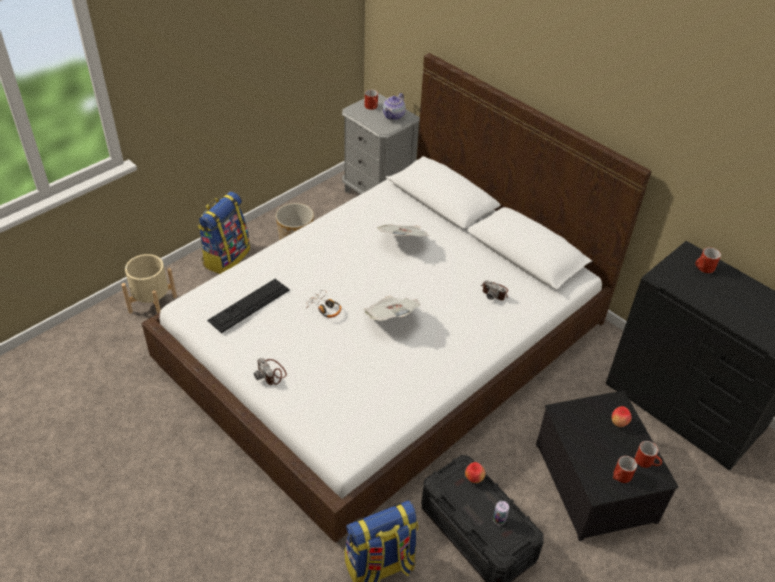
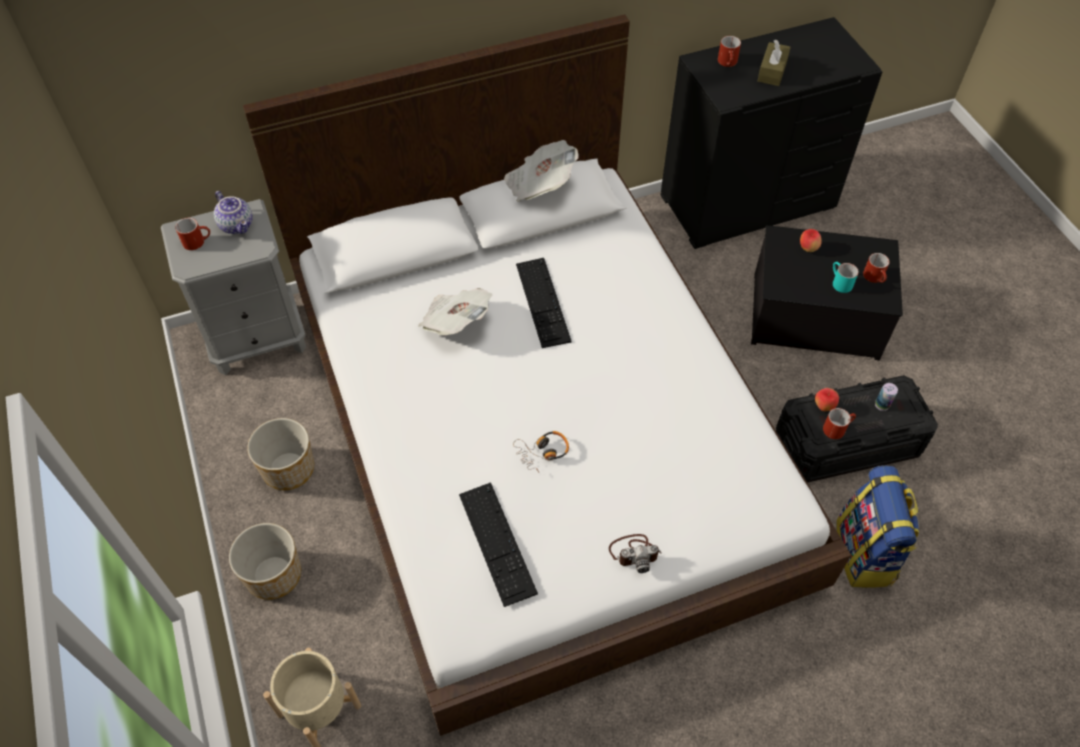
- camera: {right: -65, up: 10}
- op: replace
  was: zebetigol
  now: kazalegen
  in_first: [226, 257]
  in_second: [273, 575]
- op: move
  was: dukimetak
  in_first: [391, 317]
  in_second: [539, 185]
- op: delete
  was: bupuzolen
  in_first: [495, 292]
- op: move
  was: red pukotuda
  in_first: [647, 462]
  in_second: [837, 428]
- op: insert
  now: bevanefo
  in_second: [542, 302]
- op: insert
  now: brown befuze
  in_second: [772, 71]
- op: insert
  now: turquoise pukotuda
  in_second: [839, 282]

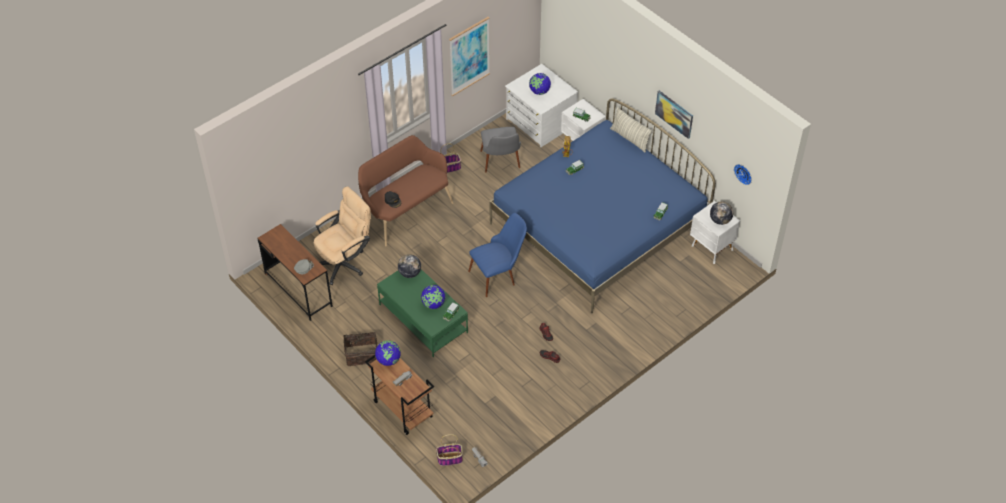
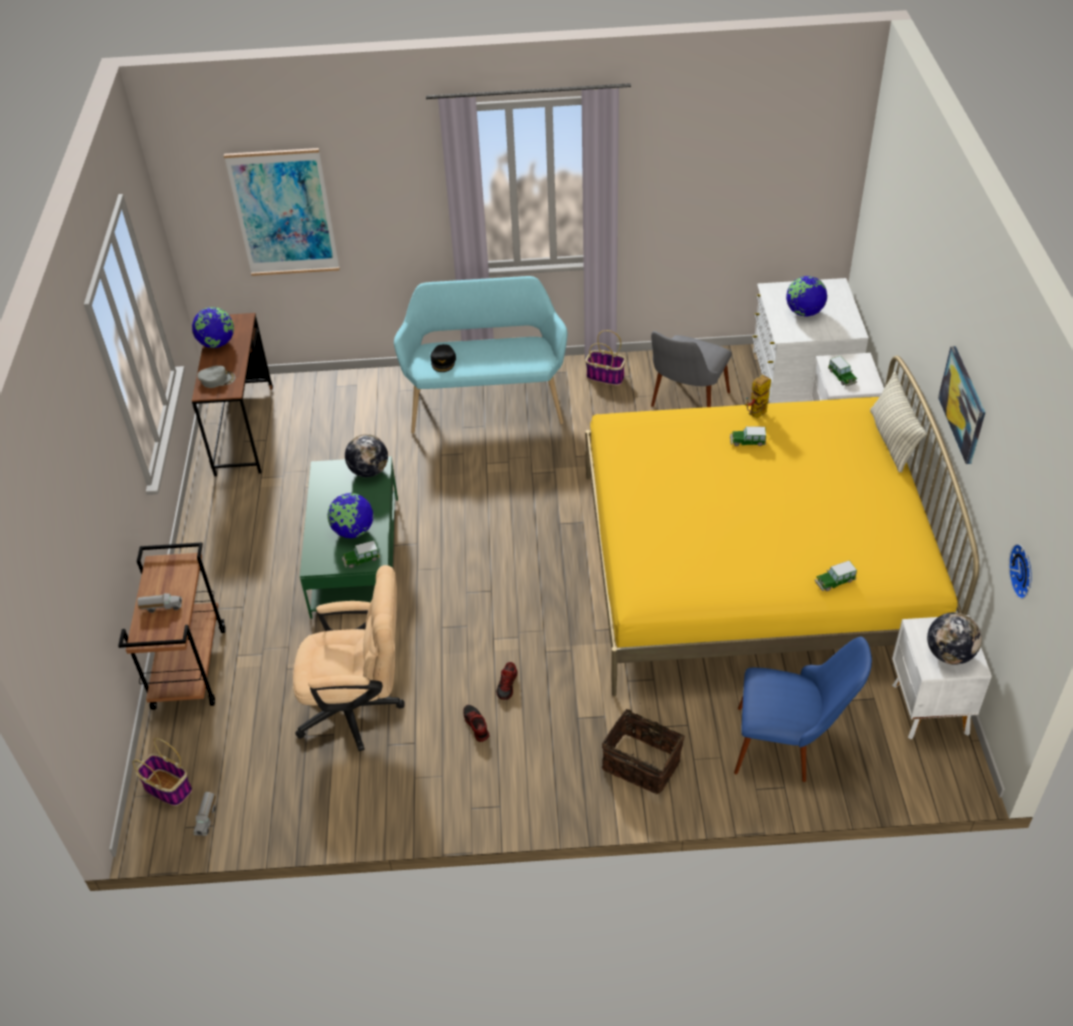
- camera: {right: 40, up: -5}
- op: move
  was: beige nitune
  in_first: [345, 262]
  in_second: [359, 709]
- op: move
  was: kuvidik
  in_first: [361, 354]
  in_second: [642, 762]
- op: recolor
  was: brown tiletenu
  now: turquoise tiletenu
  in_first: [405, 211]
  in_second: [486, 402]
- op: move
  was: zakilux
  in_first: [388, 360]
  in_second: [217, 343]
- op: move
  was: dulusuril
  in_first: [469, 56]
  in_second: [284, 213]
- op: move
  was: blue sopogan
  in_first: [498, 274]
  in_second: [789, 745]
- op: recolor
  was: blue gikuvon
  now: yellow gikuvon
  in_first: [598, 226]
  in_second: [754, 568]

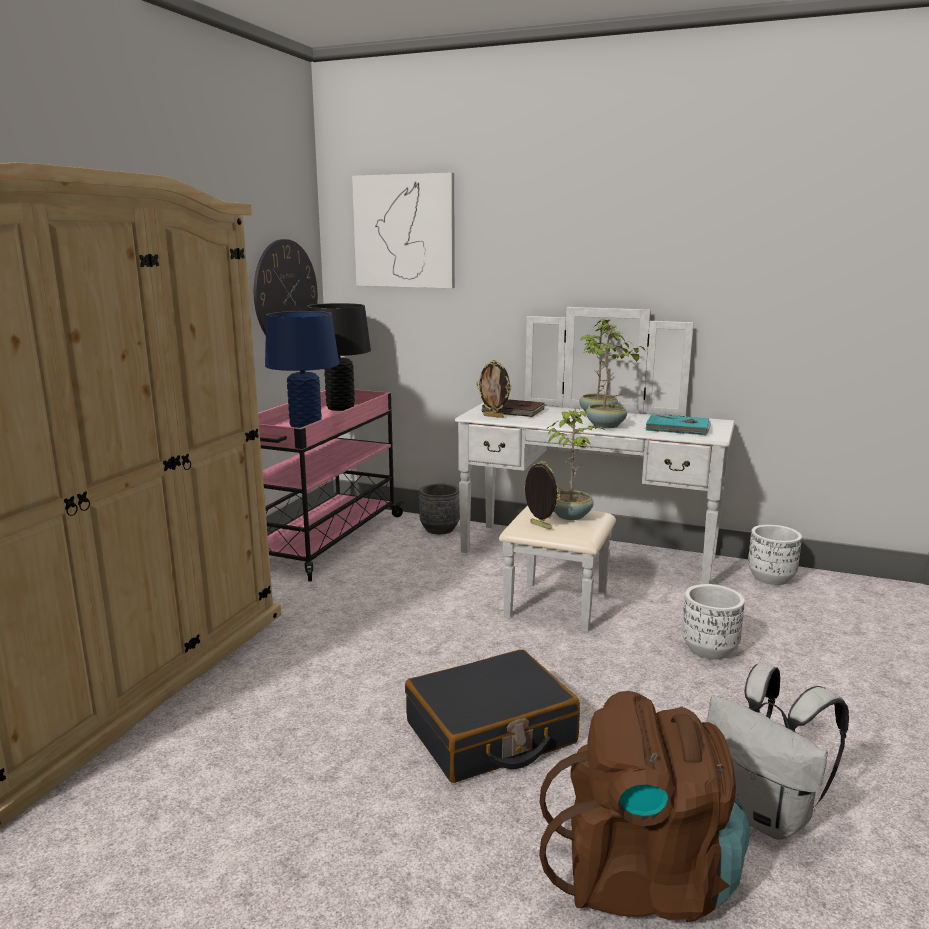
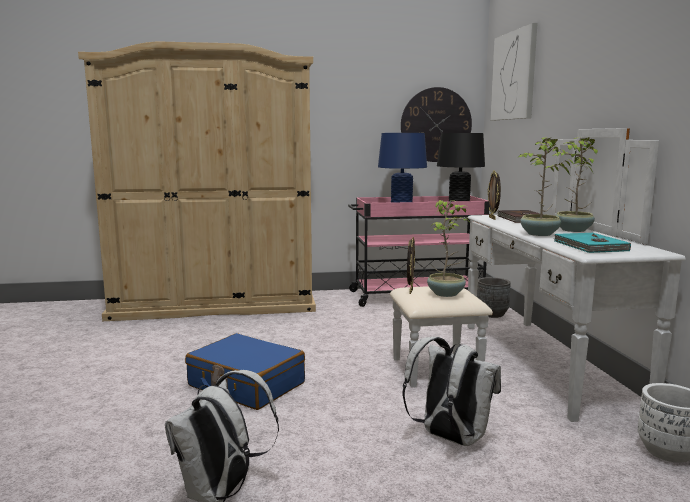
- camera: {right: 60, up: -5}
- op: recolor
  was: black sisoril
  now: blue sisoril
  in_first: [490, 734]
  in_second: [246, 385]
- op: delete
  was: brown zebetigol
  in_first: [642, 877]
- op: replace
  was: white kazalegen
  now: white zebetigol
  in_first: [709, 650]
  in_second: [449, 438]

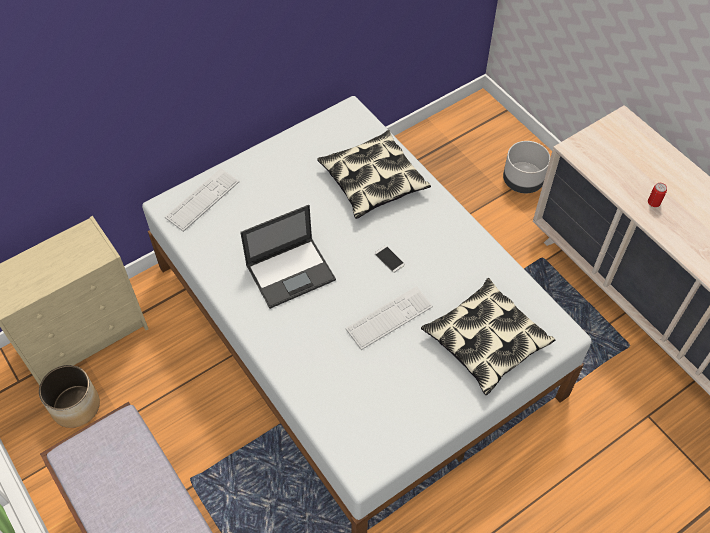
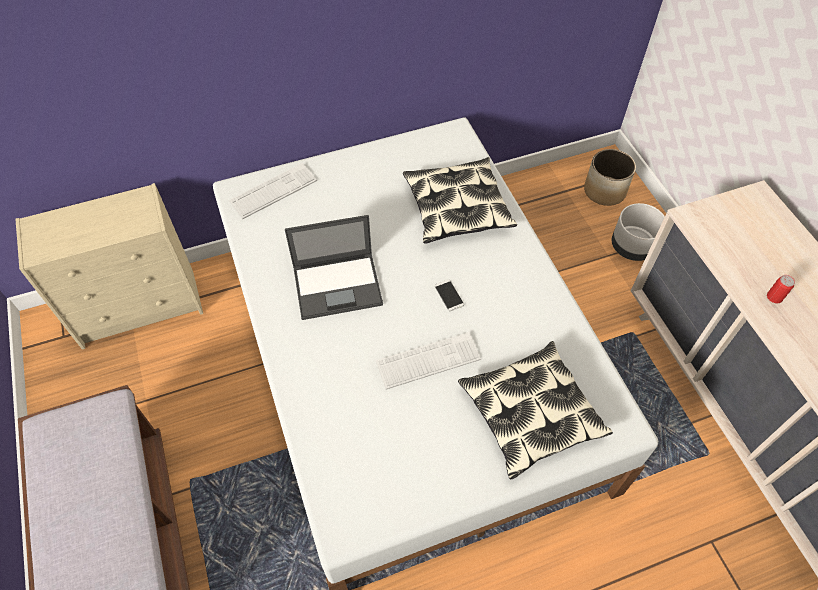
- camera: {right: 15, up: 0}
- op: move
  was: kazalegen
  in_first: [76, 406]
  in_second: [604, 191]

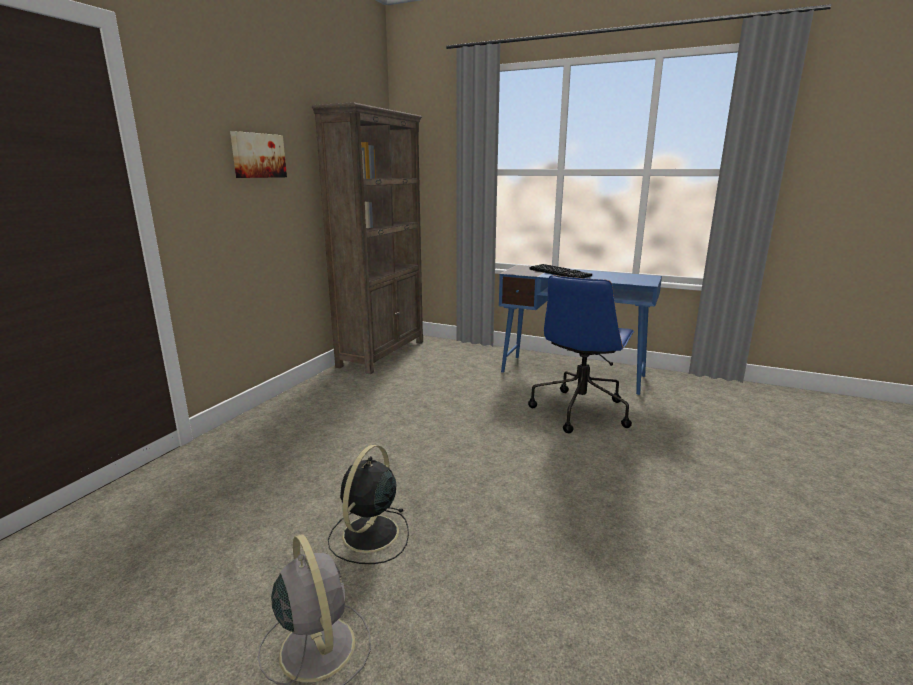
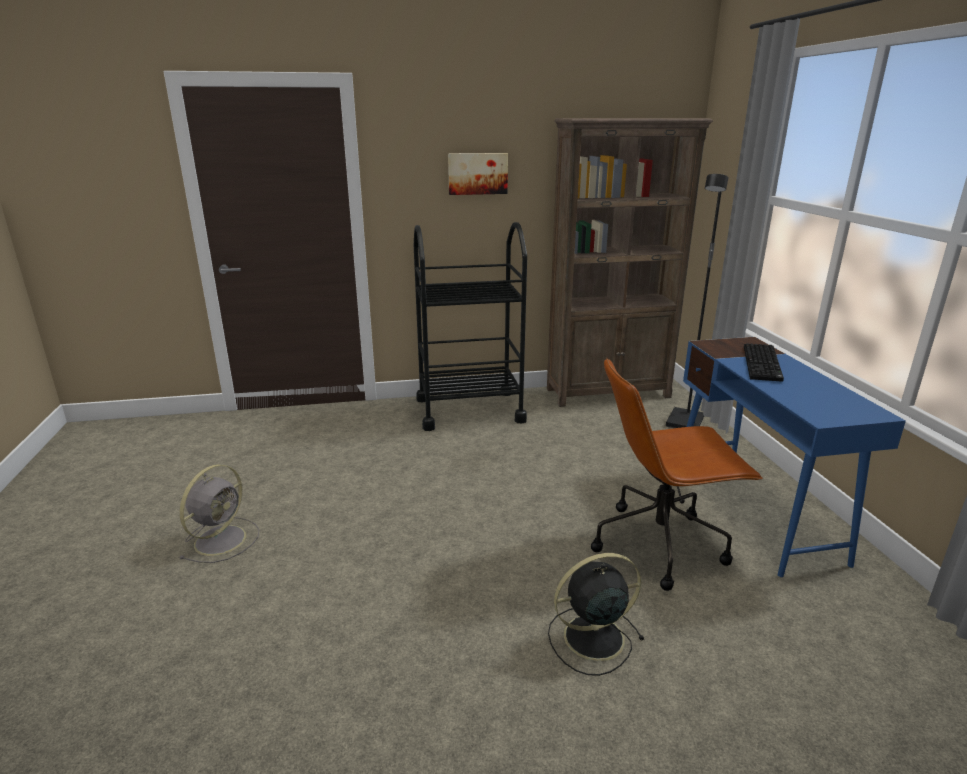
- camera: {right: 55, up: 5}
- op: move
  was: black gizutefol
  in_first: [369, 535]
  in_second: [591, 638]
- op: recolor
  was: blue nitune
  now: brown nitune
  in_first: [580, 410]
  in_second: [660, 543]
- op: insert
  now: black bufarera
  in_second: [469, 410]
- op: insert
  now: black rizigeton
  in_second: [686, 422]

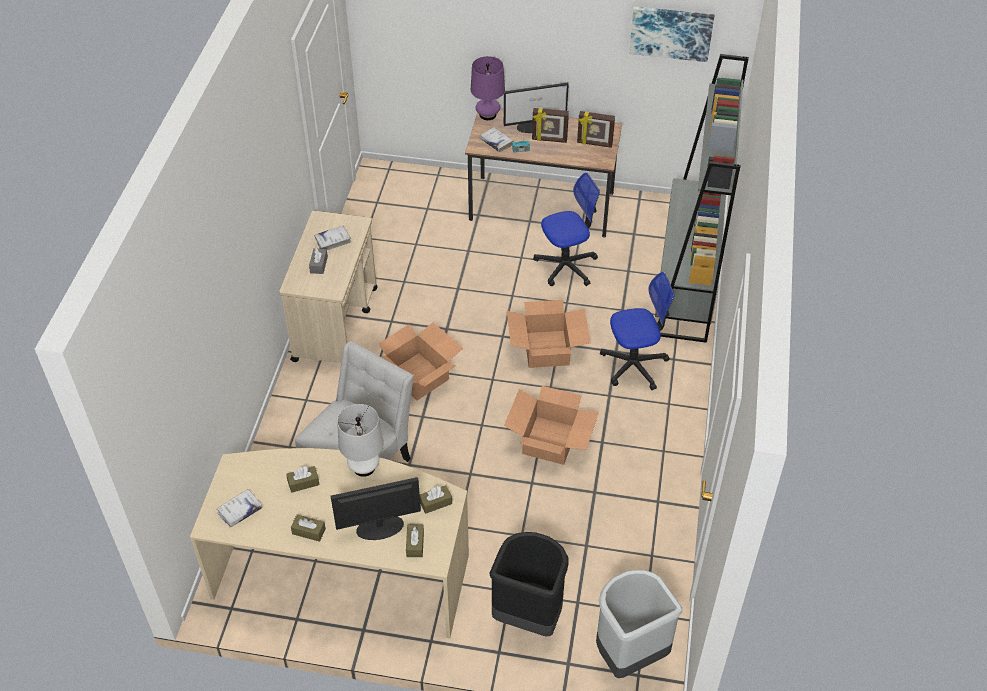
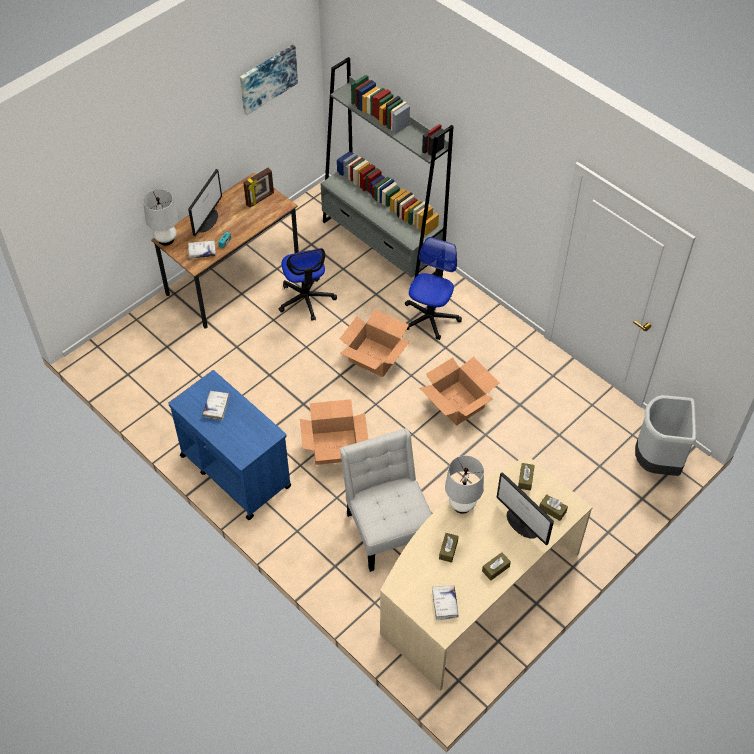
- camera: {right: -55, up: 5}
- op: recolor
  was: beige bufarera
  now: blue bufarera
  in_first: [336, 323]
  in_second: [235, 470]
- op: delete
  was: grey befuze
  in_first: [319, 265]
- op: rotate
  was: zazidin
  in_first: [379, 527]
  in_second: [523, 524]
  clockwise: -60
- op: recolor
  was: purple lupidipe
  now: white lupidipe
  in_first: [487, 115]
  in_second: [166, 239]
- op: delete
  was: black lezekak
  in_first: [529, 616]
- op: delete
  was: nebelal
  in_first: [549, 140]
- op: rotate
  was: nitune
  in_first: [566, 266]
  in_second: [306, 299]
  clockwise: 150

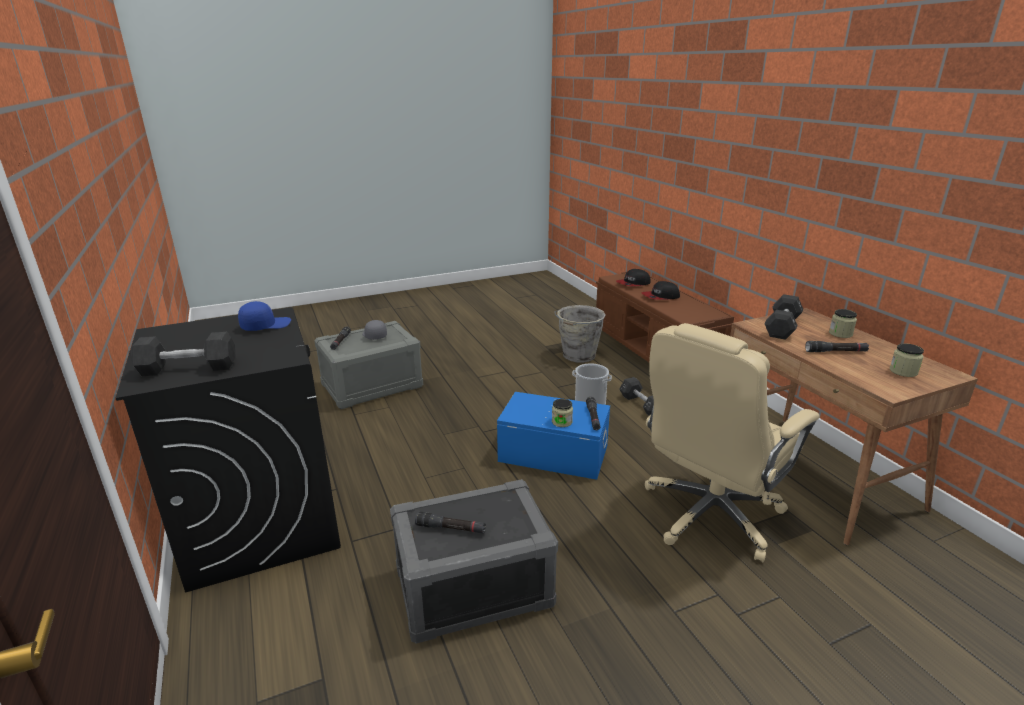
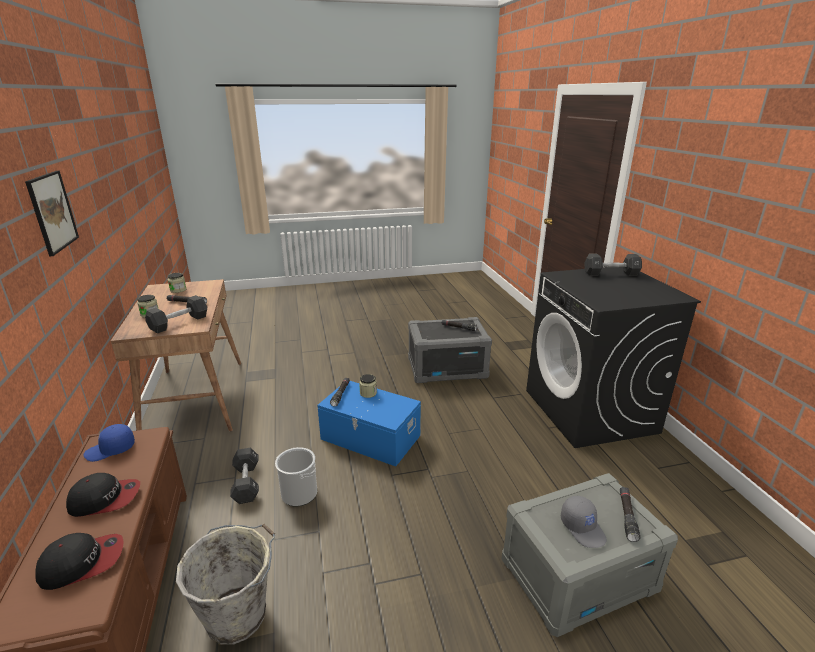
- camera: {right: -170, up: 0}
- op: move
  was: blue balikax
  in_first: [265, 325]
  in_second: [110, 450]
- op: delete
  was: beige nitune
  in_first: [710, 515]
- op: insert
  now: dulusuril
  in_second: [52, 212]

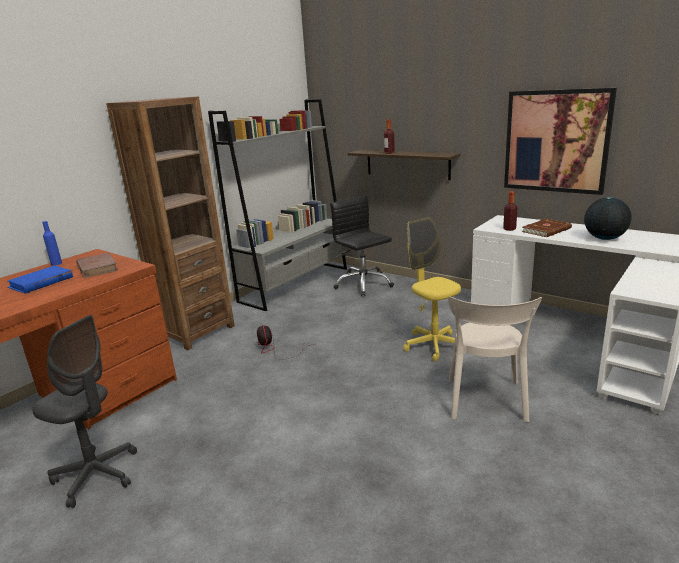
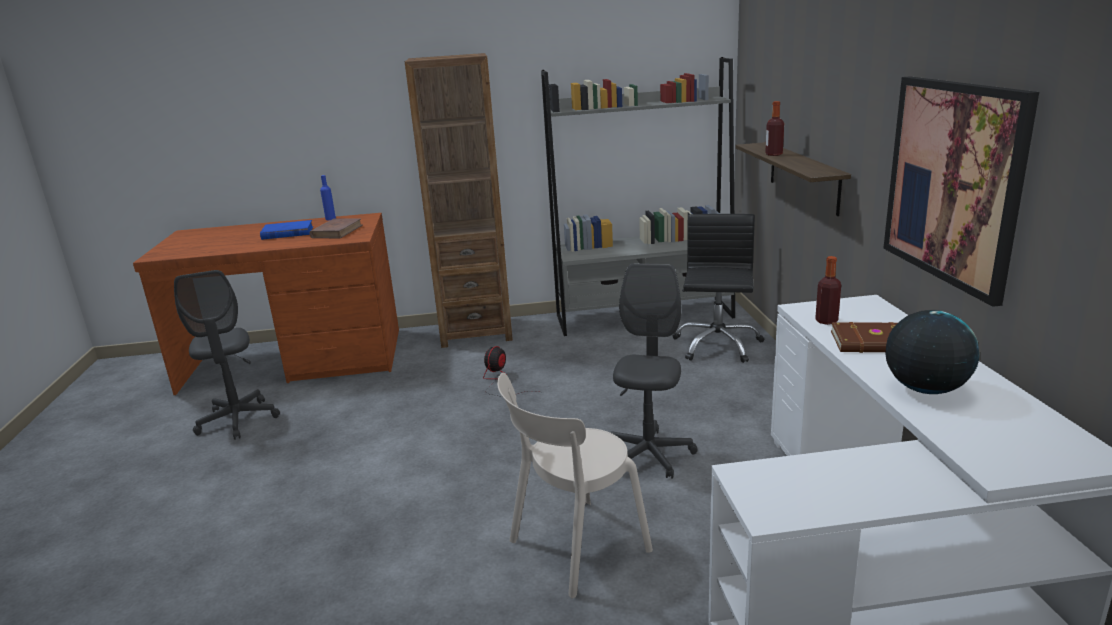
- camera: {right: 45, up: 0}
- op: recolor
  was: yellow nitune
  now: grey nitune
  in_first: [433, 345]
  in_second: [649, 455]

